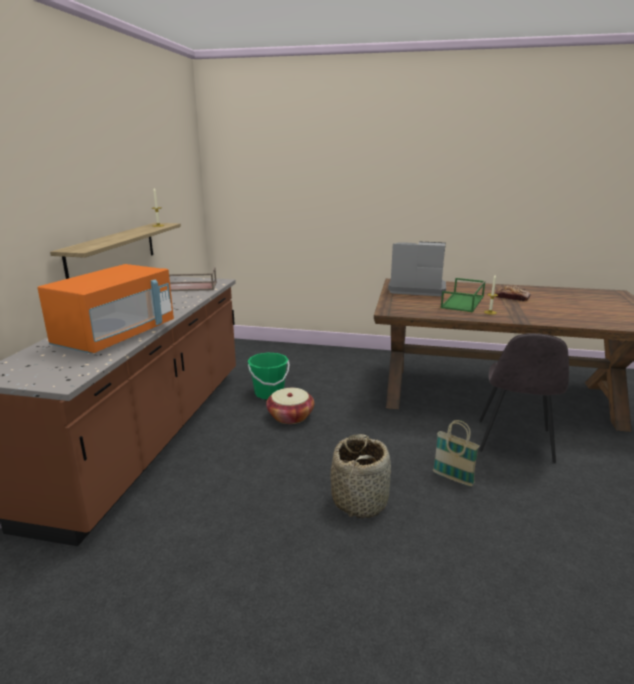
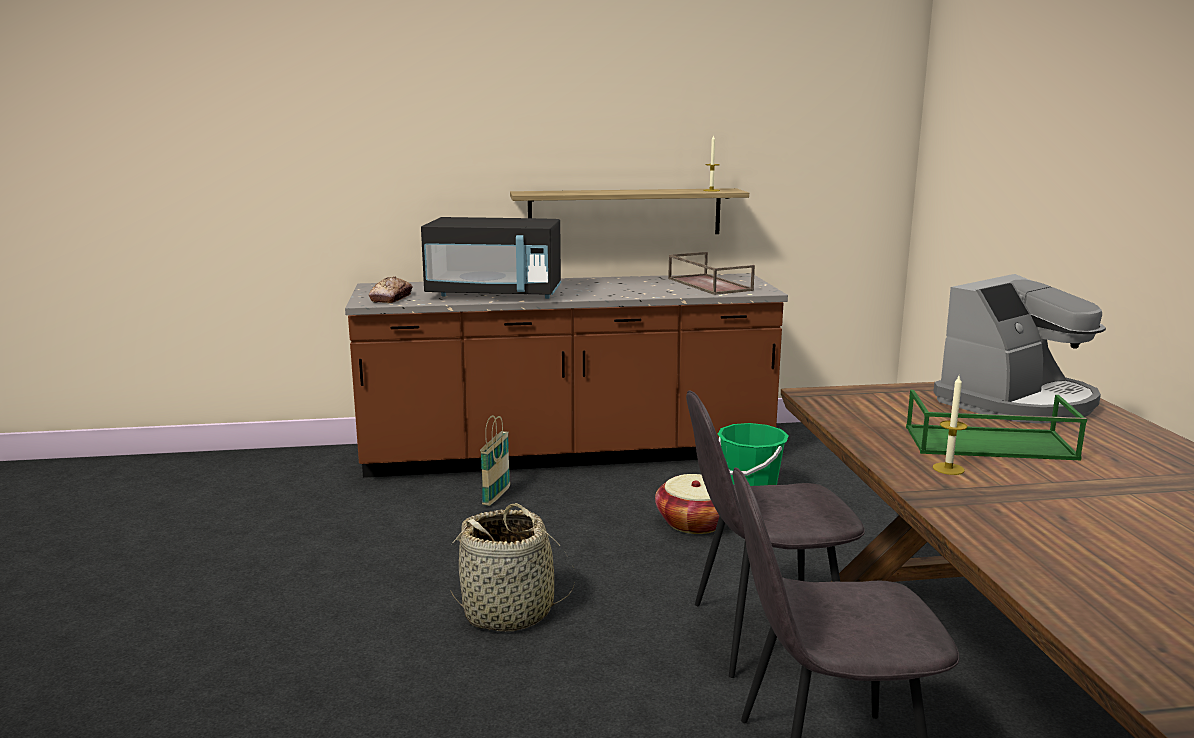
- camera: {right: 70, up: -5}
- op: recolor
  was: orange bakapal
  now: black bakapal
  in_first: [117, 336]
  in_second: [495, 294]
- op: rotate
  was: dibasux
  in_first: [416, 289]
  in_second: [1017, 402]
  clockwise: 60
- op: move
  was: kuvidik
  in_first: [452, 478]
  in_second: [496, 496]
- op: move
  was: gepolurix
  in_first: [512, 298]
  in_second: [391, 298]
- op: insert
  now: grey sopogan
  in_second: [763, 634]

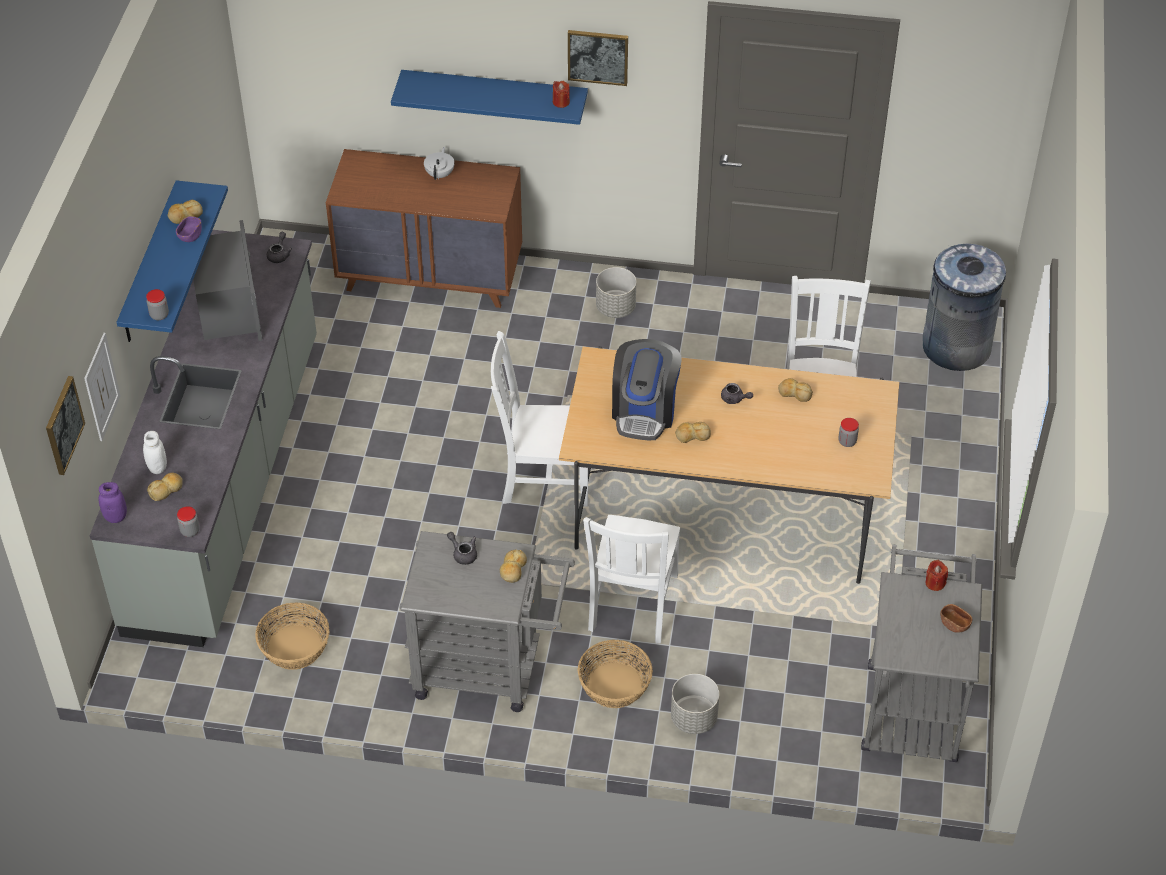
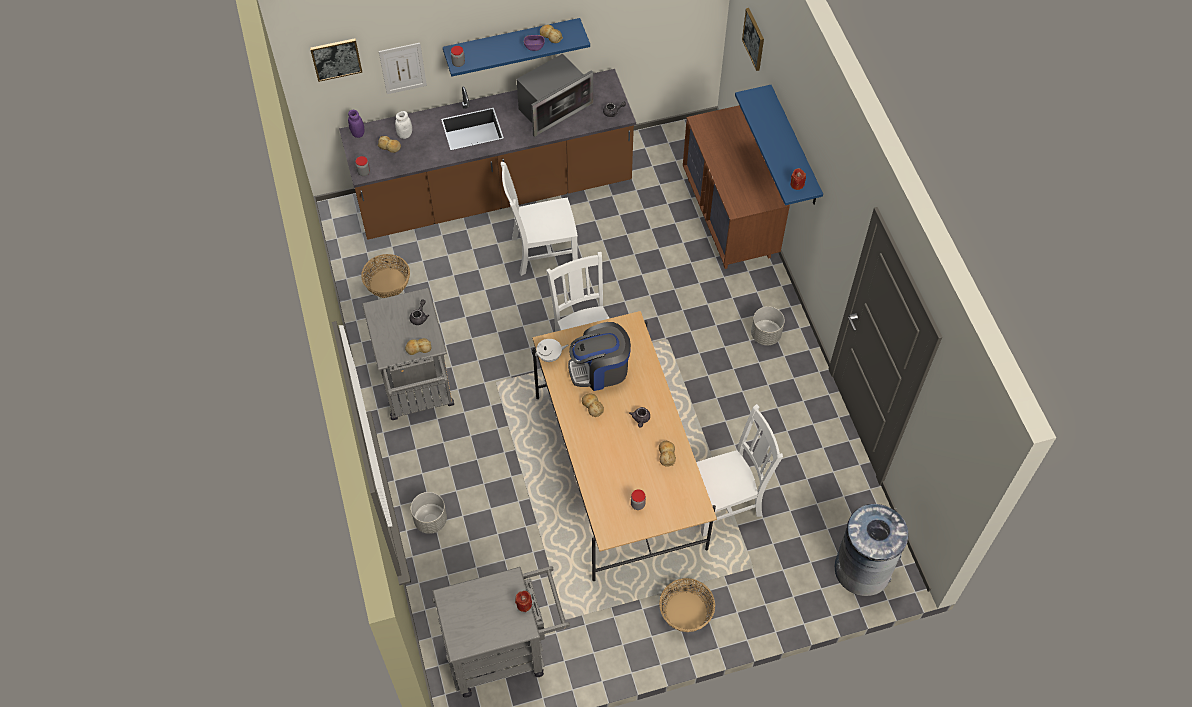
- camera: {right: 65, up: 10}
- op: recolor
  was: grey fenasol
  now: brown fenasol
  in_first: [227, 483]
  in_second: [494, 193]
- op: move
  was: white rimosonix
  in_first: [440, 174]
  in_second: [550, 356]
- op: move
  was: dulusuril
  in_first: [598, 56]
  in_second: [754, 39]
- op: move
  was: kuvidik
  in_first: [615, 685]
  in_second: [686, 611]
- op: move
  was: white sopogan
  in_first: [632, 605]
  in_second: [541, 251]
- op: delete
  was: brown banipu
  in_first: [954, 624]

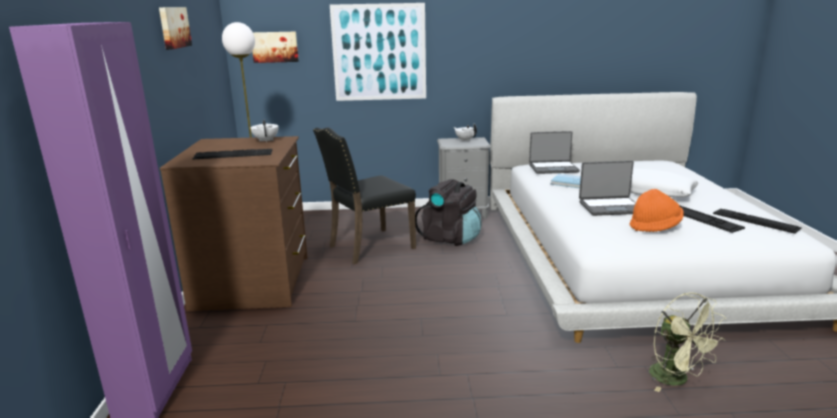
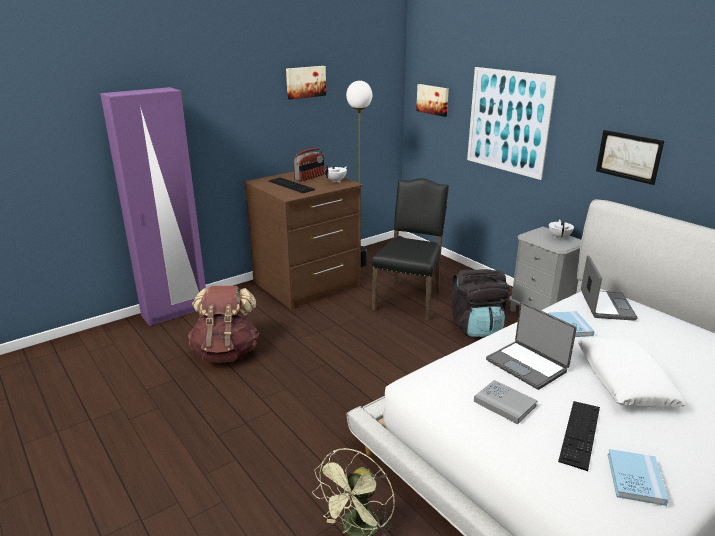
- camera: {right: 55, up: 5}
- op: rotate
  was: black sopogan
  in_first: [369, 247]
  in_second: [409, 300]
  clockwise: 90
- op: rotate
  was: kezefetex
  in_first: [553, 168]
  in_second: [605, 306]
  clockwise: -135
- op: replace
  was: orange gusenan
  now: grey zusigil
  in_first: [655, 227]
  in_second: [504, 403]
- op: replace
  was: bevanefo
  now: blue zusigil
  in_first: [755, 220]
  in_second: [635, 479]
- op: insert
  now: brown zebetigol
  in_second: [226, 352]
- op: insert
  now: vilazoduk
  in_second: [309, 177]
- op: insert
  now: dulusuril
  in_second: [628, 156]

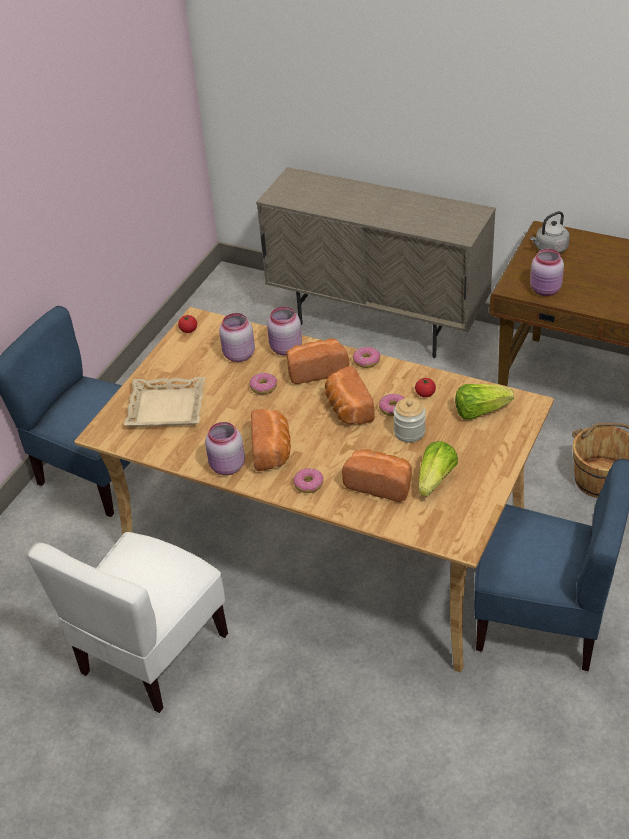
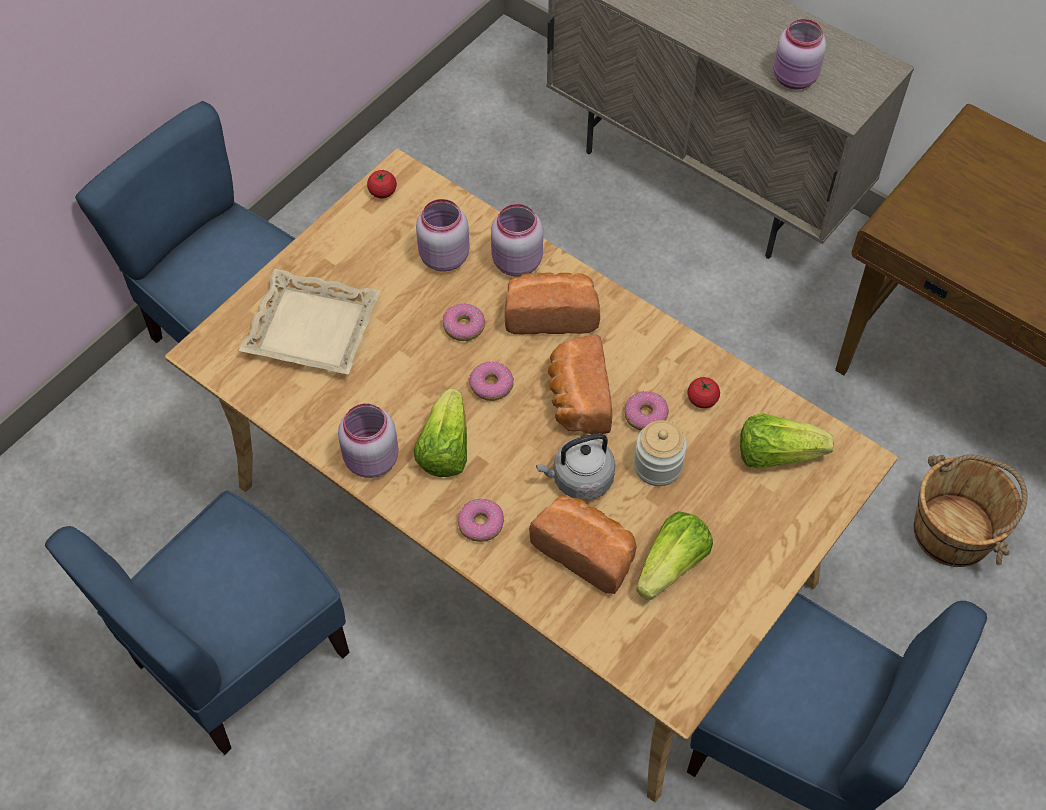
- camera: {right: 10, up: 15}
- op: recolor
  was: white sopogan
  now: blue sopogan
  in_first: [152, 653]
  in_second: [239, 656]
- op: replace
  was: gepolurix
  now: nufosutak
  in_first: [272, 451]
  in_second: [445, 448]
- op: move
  was: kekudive
  in_first: [366, 361]
  in_second: [491, 385]
- op: move
  was: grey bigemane
  in_first: [549, 249]
  in_second: [579, 479]
- op: move
  was: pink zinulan
  in_first: [545, 290]
  in_second: [794, 79]

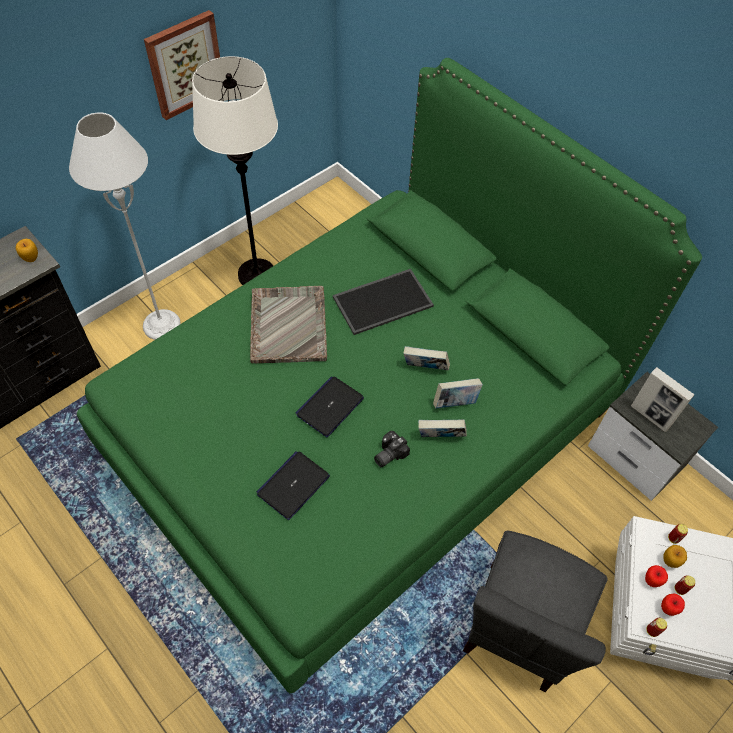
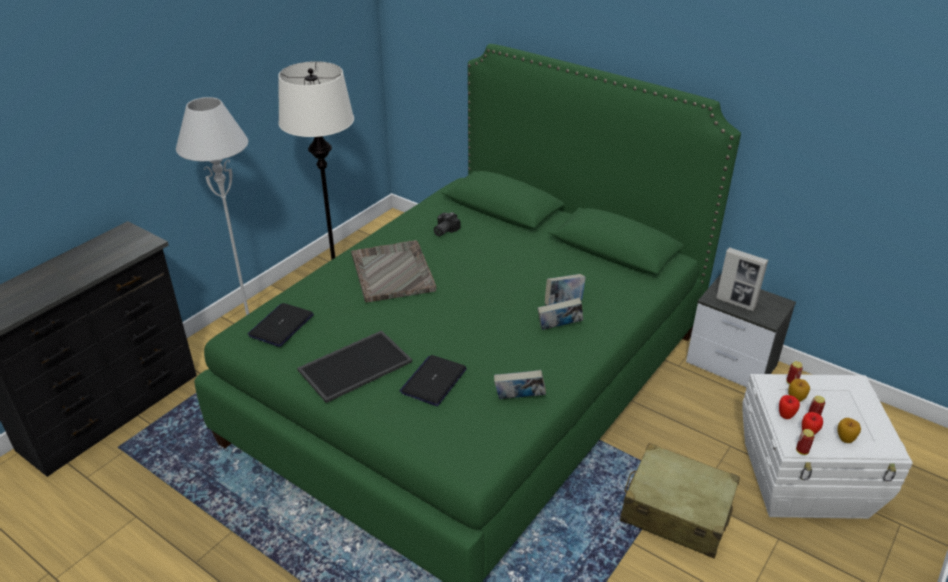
- camera: {right: -10, up: -20}
- op: move
  was: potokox
  in_first: [31, 258]
  in_second: [845, 439]
- op: delete
  was: dulusuril
  in_first: [184, 64]
- op: move
  was: kezefetex
  in_first: [330, 406]
  in_second: [281, 325]
- op: move
  was: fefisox
  in_first: [383, 300]
  in_second: [355, 365]
- op: move
  was: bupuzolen
  in_first: [388, 454]
  in_second: [443, 230]
- op: move
  was: zusigil
  in_first: [425, 368]
  in_second: [519, 399]
- op: replace
  was: grey sopogan
  now: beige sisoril
  in_first: [520, 627]
  in_second: [676, 511]

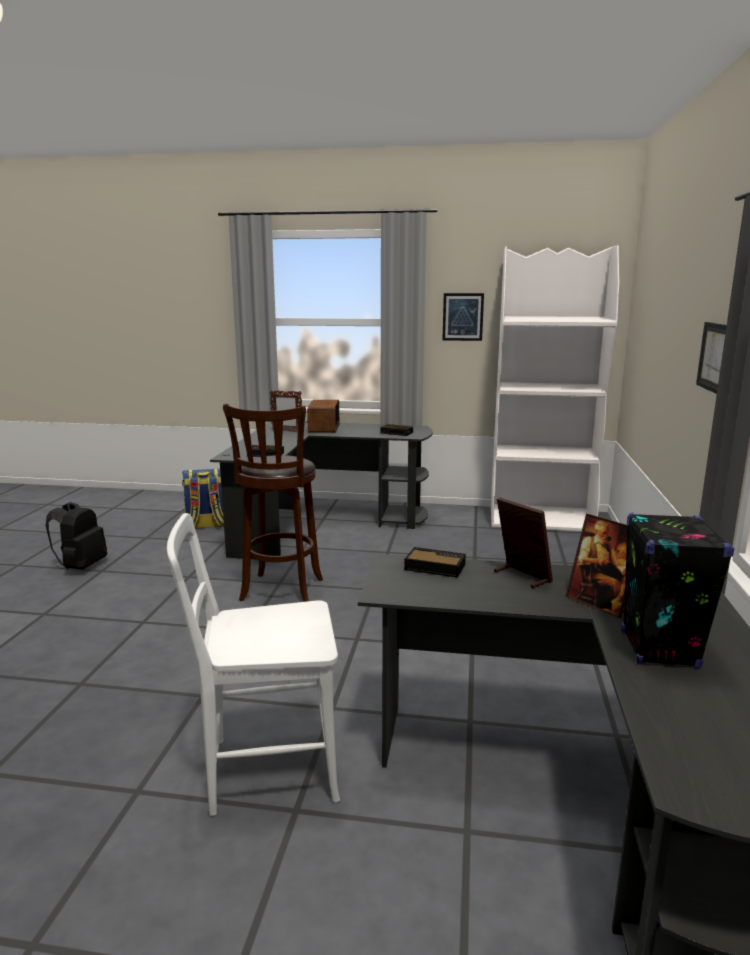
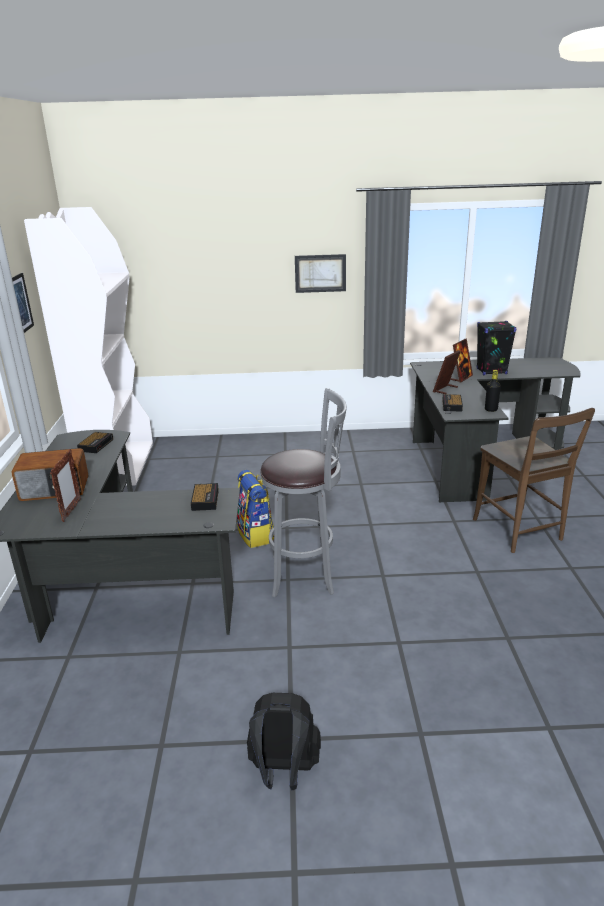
- camera: {right: -100, up: 10}
- op: recolor
  was: white sopogan
  now: brown sopogan
  in_first: [264, 769]
  in_second: [520, 532]
- op: move
  was: zebetigol
  in_first: [207, 525]
  in_second: [256, 535]
- op: recolor
  was: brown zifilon
  now: grey zifilon
  in_first: [281, 592]
  in_second: [306, 574]
- op: insert
  now: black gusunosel
  in_second: [491, 410]

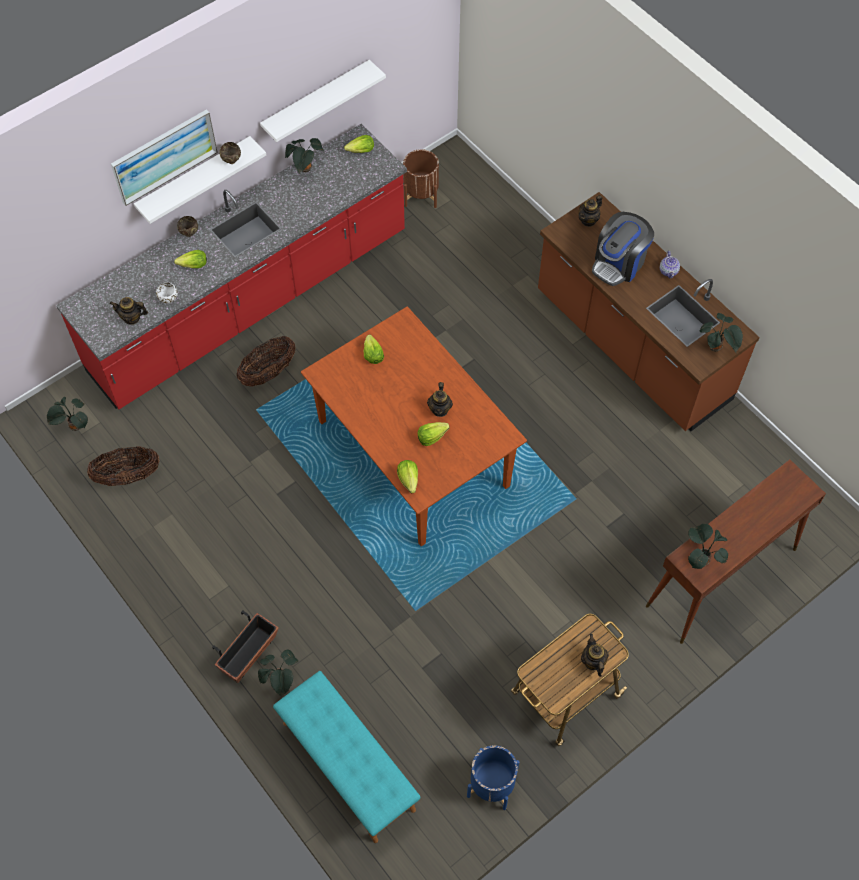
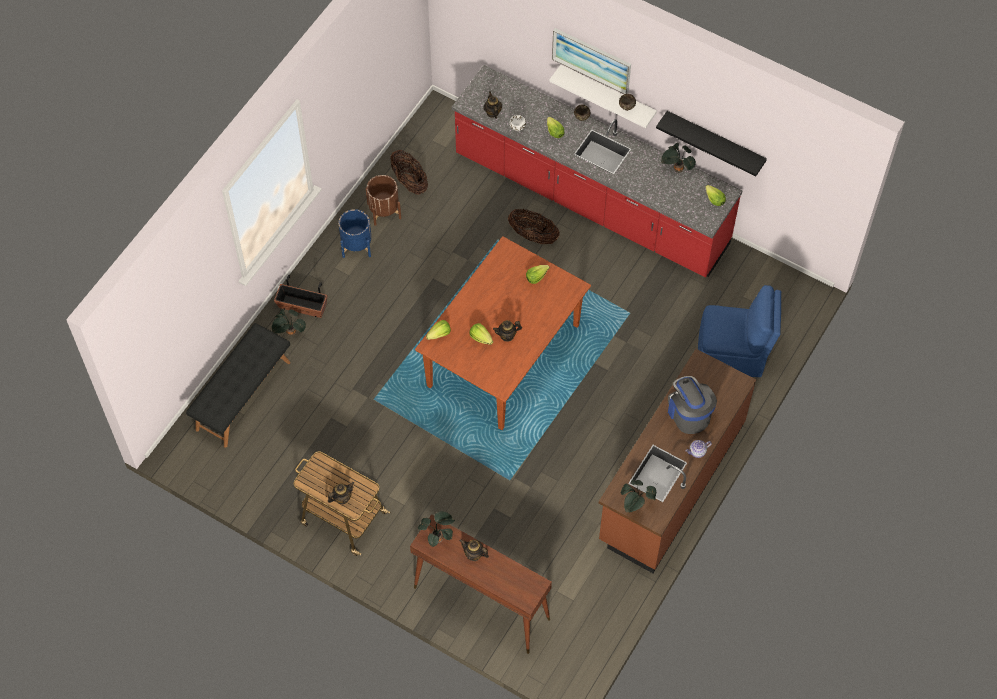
- camera: {right: 70, up: 0}
- op: delete
  was: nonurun
  in_first: [74, 427]
- op: recolor
  was: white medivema
  now: black medivema
  in_first: [316, 101]
  in_second: [715, 141]
- op: recolor
  was: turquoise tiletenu
  now: black tiletenu
  in_first: [347, 766]
  in_second: [242, 395]
- op: move
  was: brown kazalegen
  in_first: [421, 194]
  in_second: [384, 211]
- op: move
  was: blue kazalegen
  in_first: [492, 784]
  in_second: [356, 245]
- op: move
  was: rimosonix
  in_first: [588, 220]
  in_second: [474, 554]
- op: rotate
  was: dibasux
  in_first: [619, 263]
  in_second: [688, 413]
  clockwise: 45
- op: insert
  now: blue sopogan
  in_second: [732, 354]

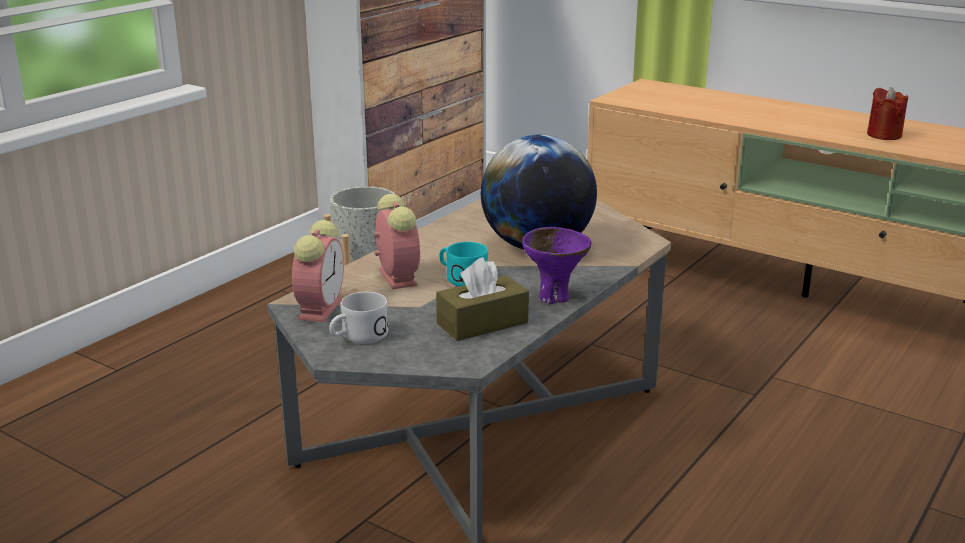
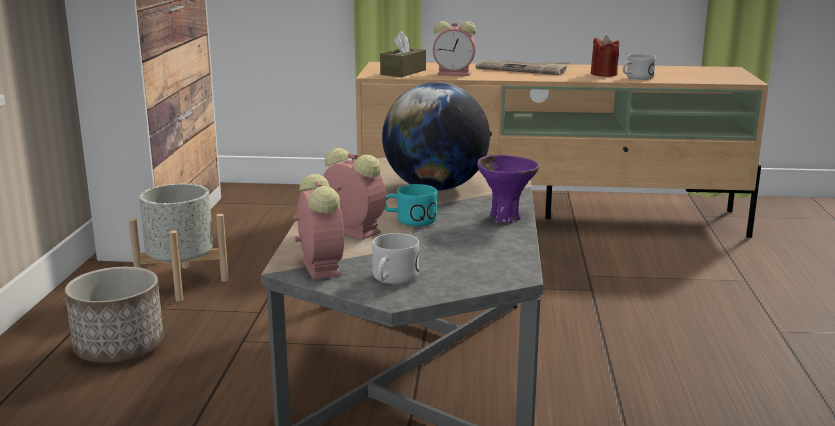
- camera: {right: -30, up: -5}
- op: move
  was: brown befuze
  in_first: [482, 323]
  in_second: [403, 72]
- op: insert
  now: kazalegen
  in_second: [119, 348]
- op: insert
  now: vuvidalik
  in_second: [455, 74]
- op: insert
  now: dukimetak
  in_second: [523, 70]
- op: insert
  now: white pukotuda
  in_second: [636, 78]

